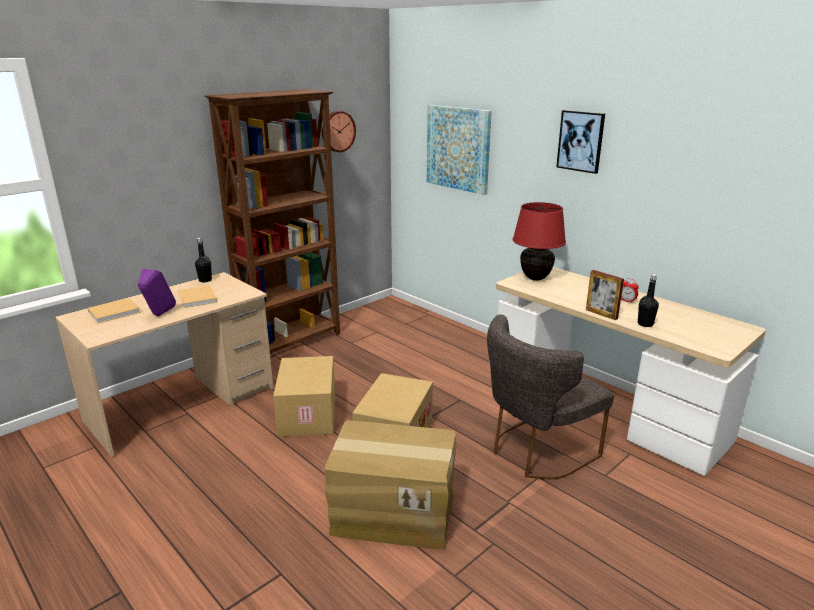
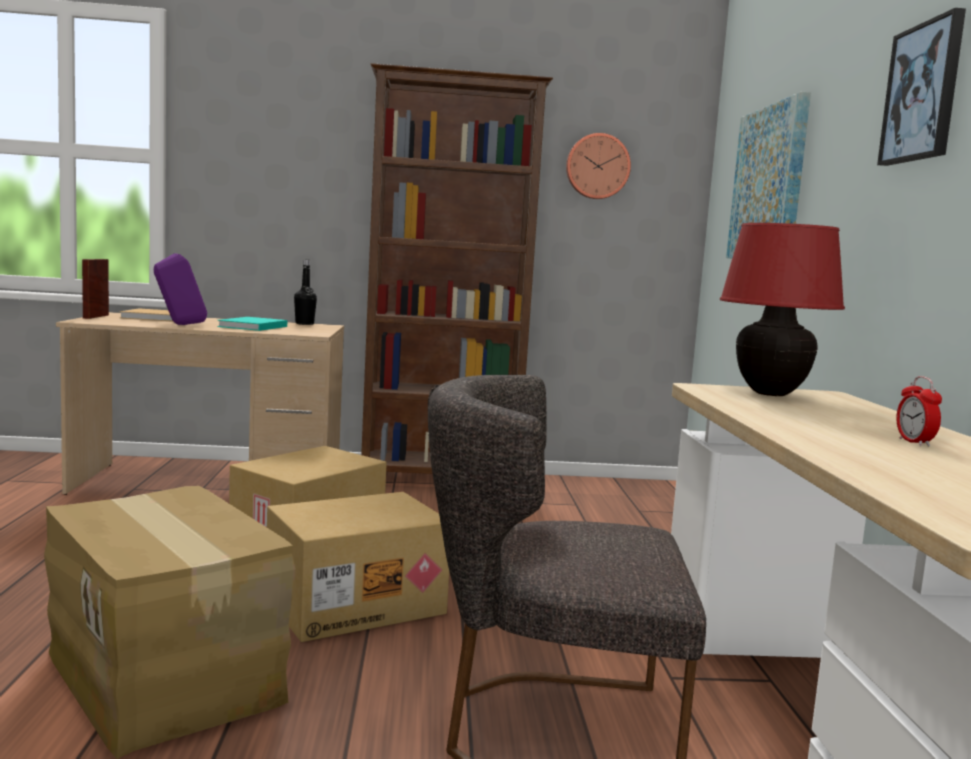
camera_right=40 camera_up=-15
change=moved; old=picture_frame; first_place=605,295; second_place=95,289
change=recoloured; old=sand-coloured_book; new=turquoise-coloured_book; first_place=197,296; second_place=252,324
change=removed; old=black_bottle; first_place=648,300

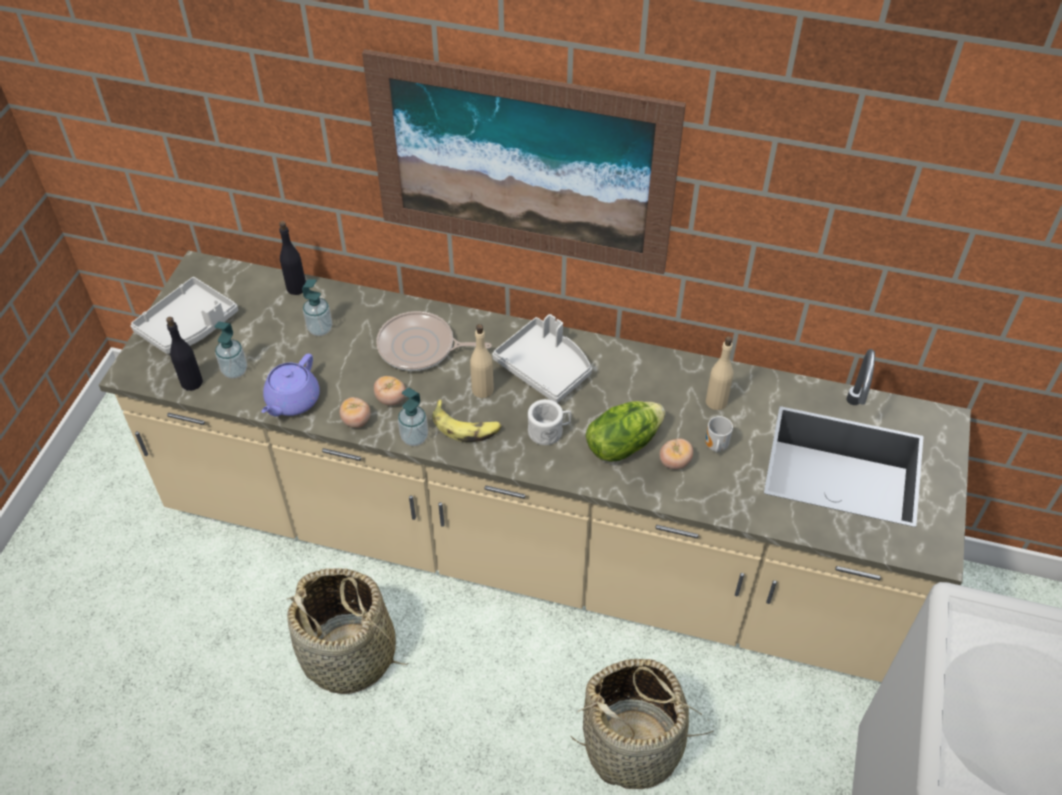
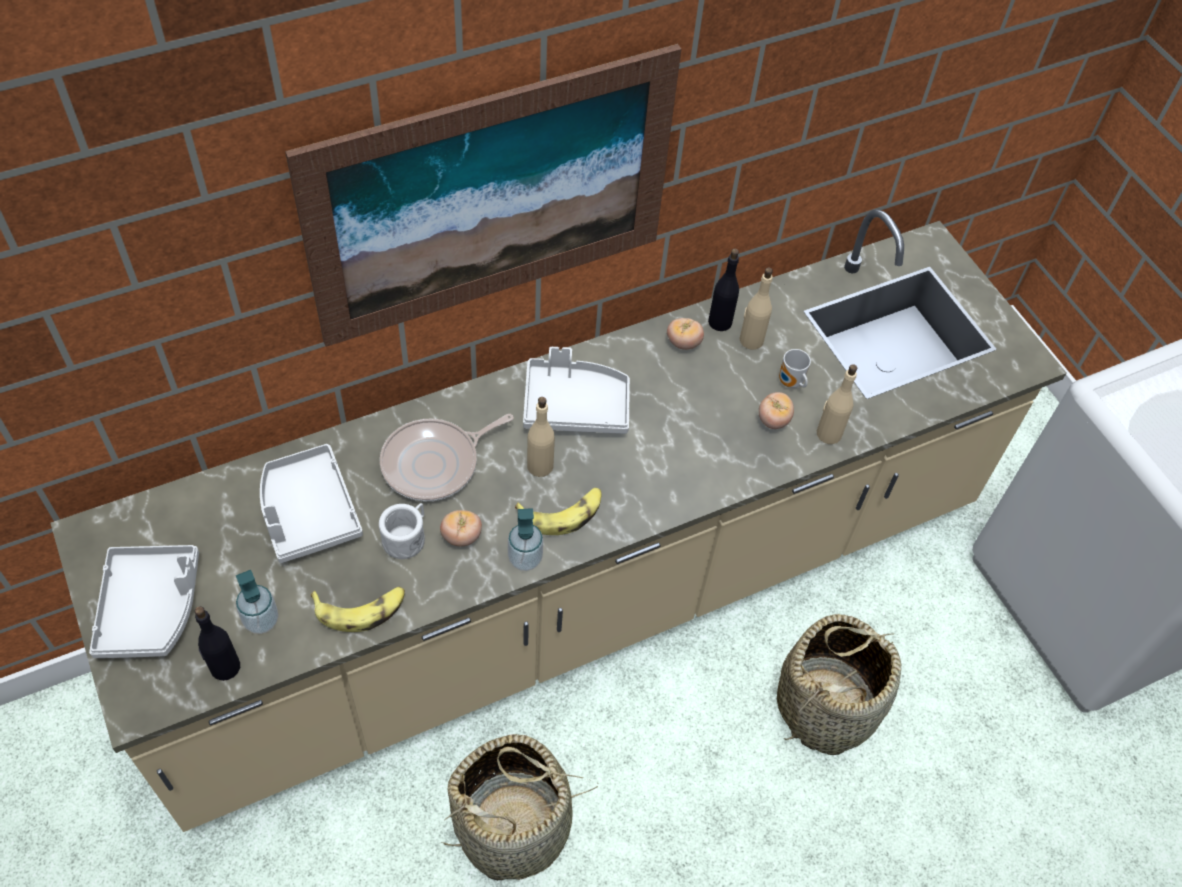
camera_right=-45 camera_up=5
change=replaced; old=liquid_soap_bottle; new=greyish_carrying_tray; first_place=317,307; second_place=311,503
change=replaced; old=purple_teapot; new=banana; first_place=291,384; second_place=358,609
change=moved; old=white_tea_mug; first_place=549,422; second_place=402,531
change=moved; old=tomato; first_place=355,412; second_place=685,334
change=moved; old=black_bottle; first_place=292,258; second_place=723,290
change=added; new=sand-coloured_bottle; second_place=837,404
change=removed; old=lettuce_head; first_place=625,431

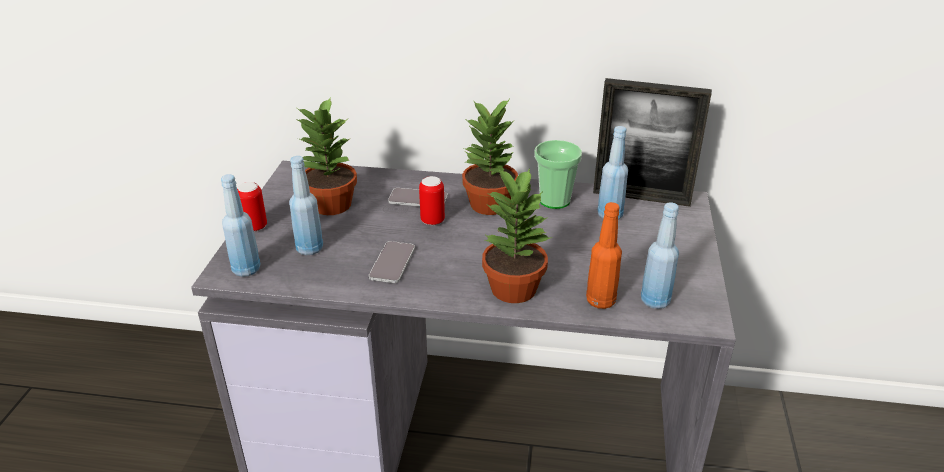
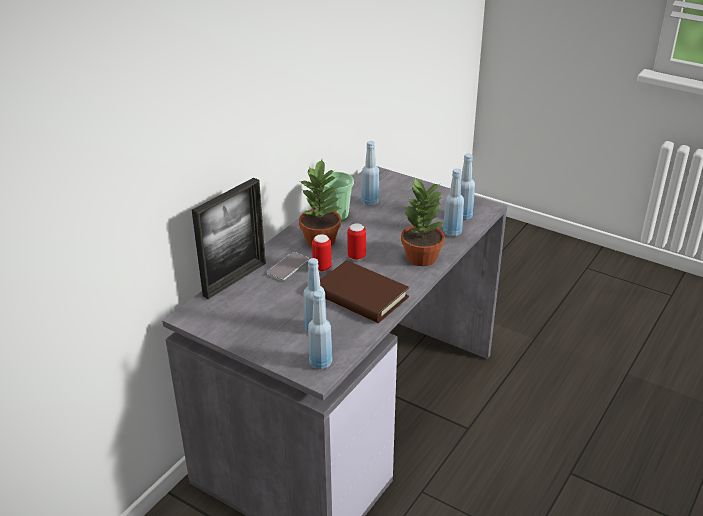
camera_right=-65 camera_up=0
change=moved; old=picture_frame; first_place=652,142; second_place=229,238
change=replaced; old=telephone; new=brownish_book; first_place=392,262; second_place=364,291
change=moved; old=can; first_place=252,207; second_place=356,241
change=recoloured; old=orangey_bottle; new=blue_bottle; first_place=604,255; second_place=453,203
change=removed; old=houseplant; first_place=326,155

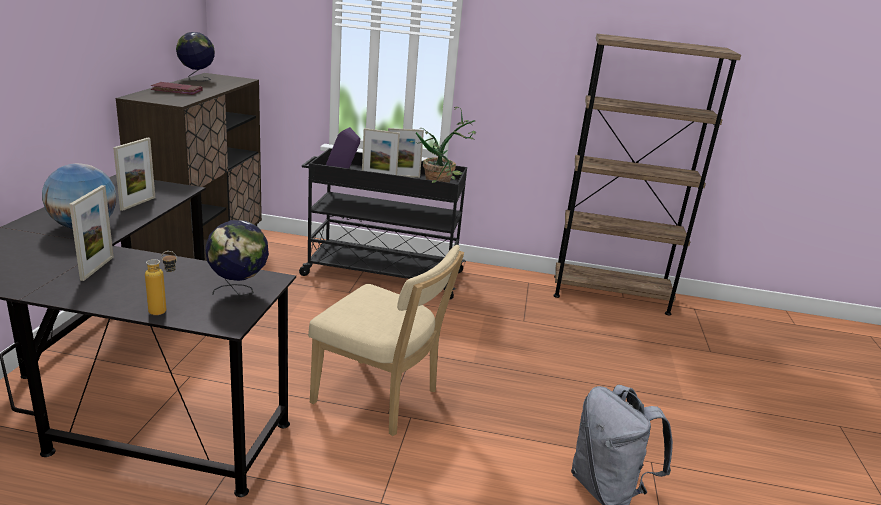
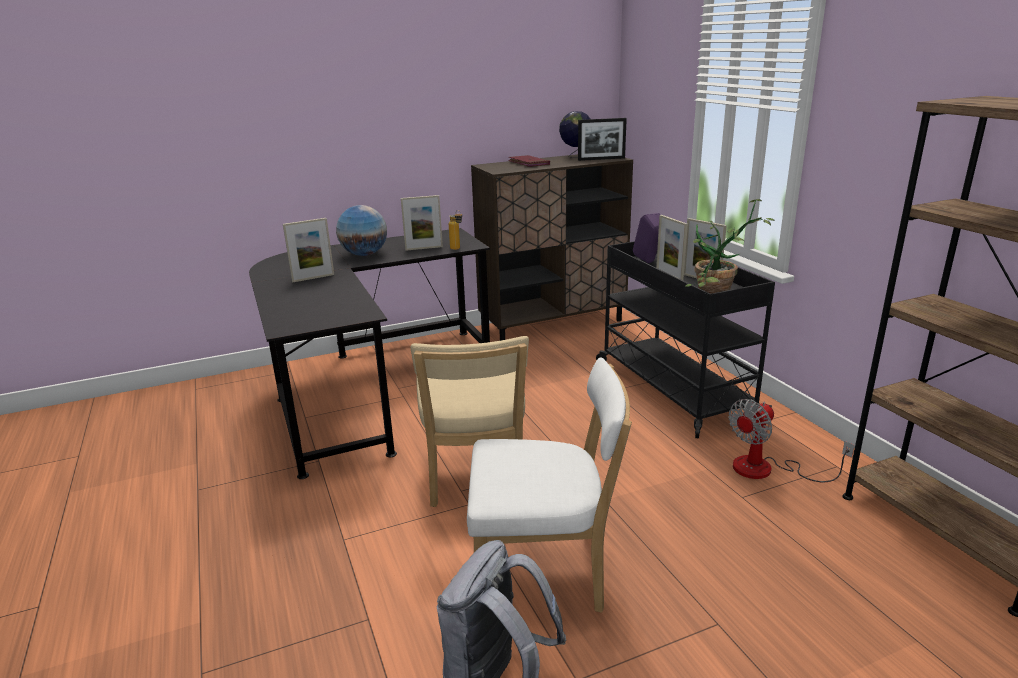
camera_right=60 camera_up=0
change=moved; old=bottle; first_place=161,283; second_place=455,230
change=added; new=white_chair; second_place=549,485
change=added; new=picture_frame; second_place=602,139
change=added; new=cooling_fan; second_place=791,440
change=removed; old=desk_globe; first_place=237,258

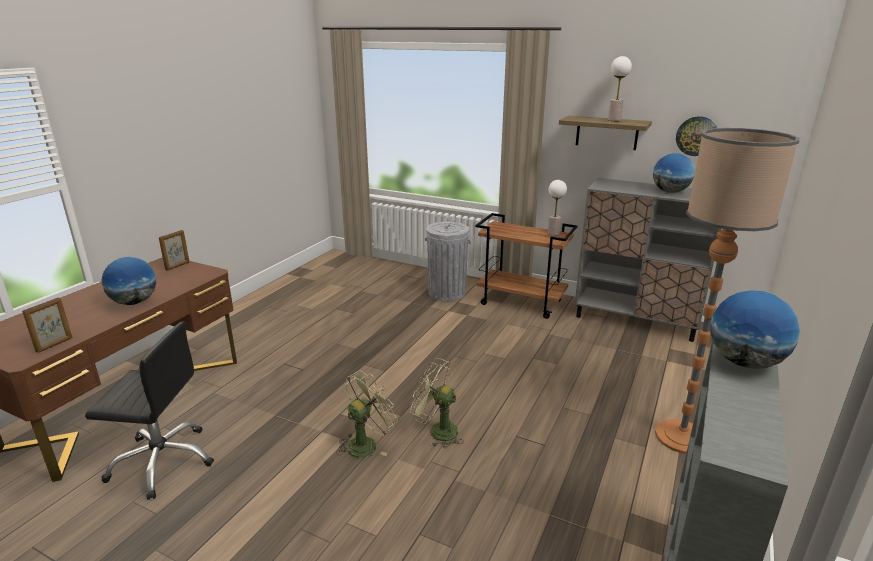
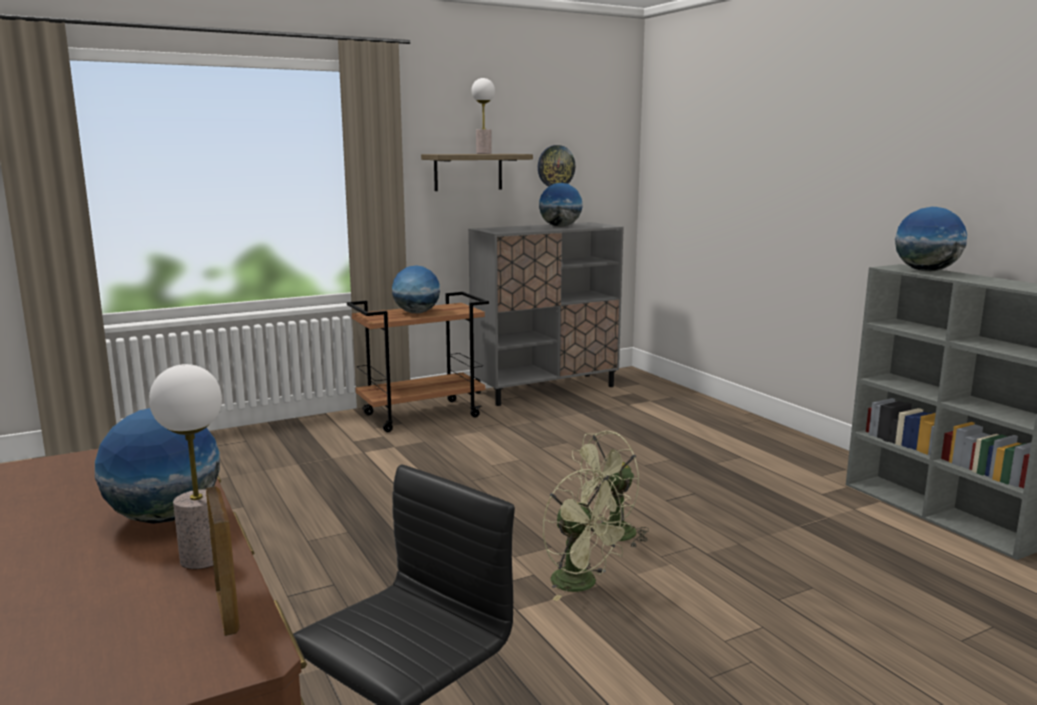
camera_right=-55 camera_up=-10
change=moved; old=table_lamp; first_place=557,208; second_place=185,466
change=added; new=desk_globe; second_place=416,289
change=turned; old=green_cooling_fan; first_place=367,413; second_place=588,535; degrees=150
change=removed; old=picture_frame; first_place=174,250
change=removed; old=greyish_rubbish_bin; first_place=448,261
change=removed; old=standing_lamp; first_place=727,291

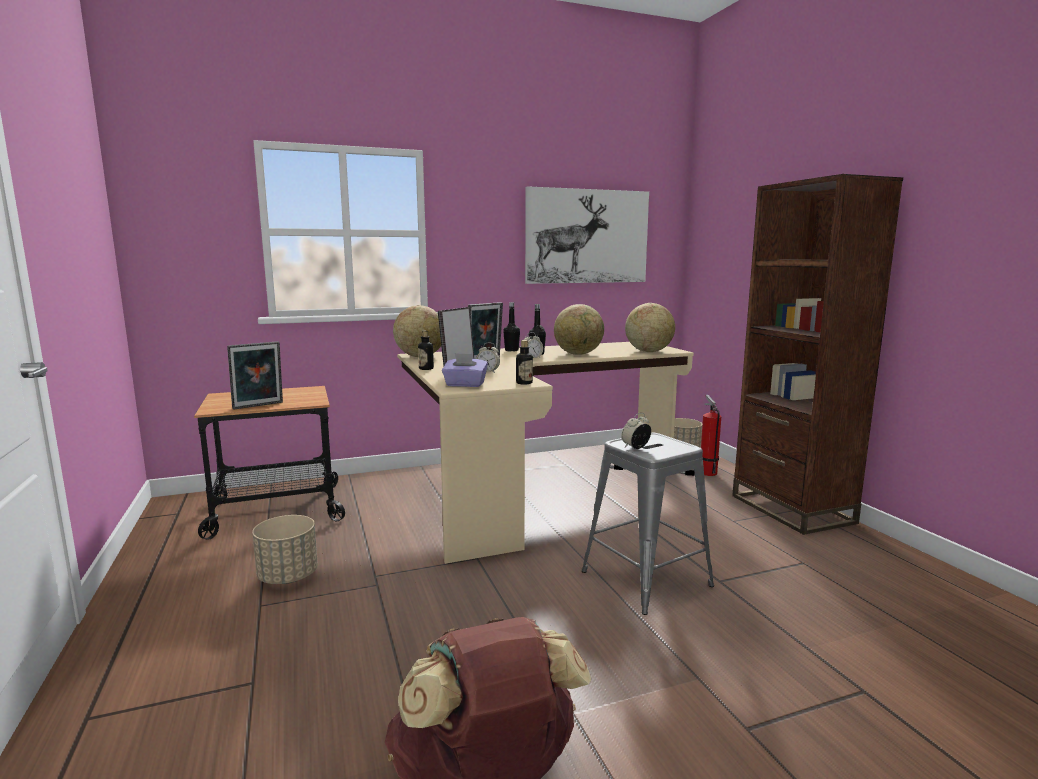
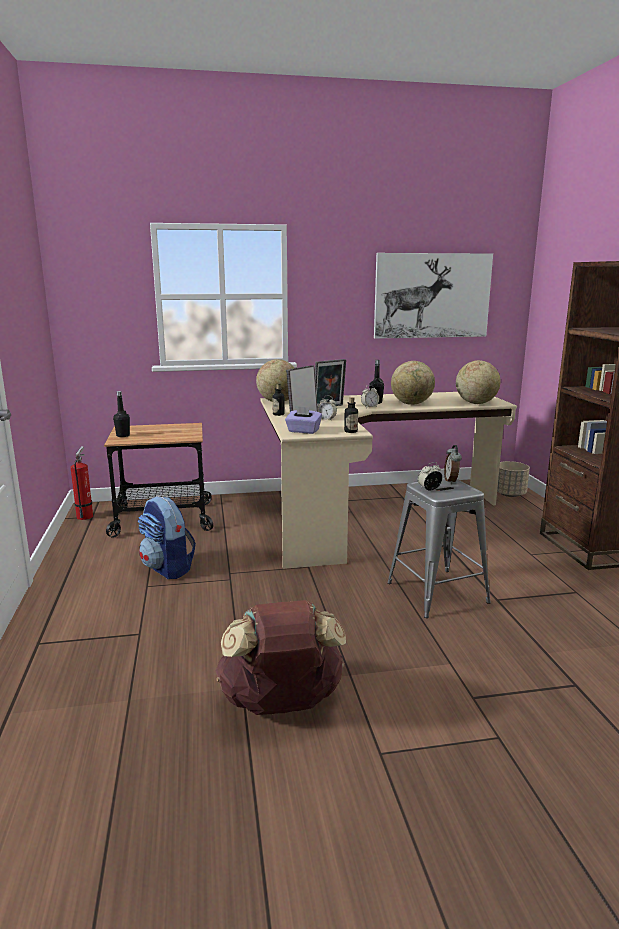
camera_right=10 camera_up=5
change=moved; old=extinguisher; first_place=711,435; second_place=82,483
change=moved; old=black_bottle; first_place=511,327; second_place=121,414
change=replaced; old=sand-coloured_planter; new=backpack; first_place=285,549; second_place=167,537
change=added; new=table_clock; second_place=453,464
change=removed; old=picture_frame; first_place=255,375

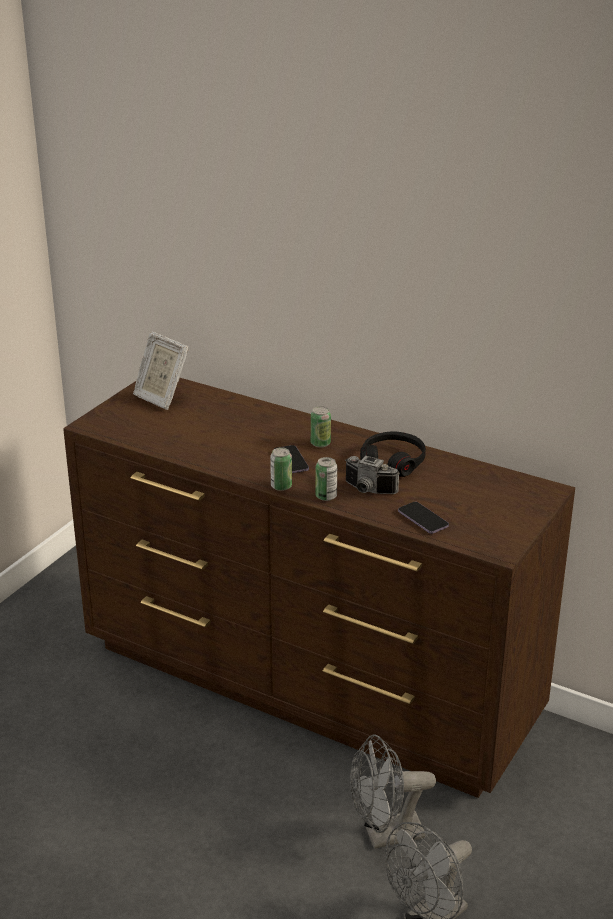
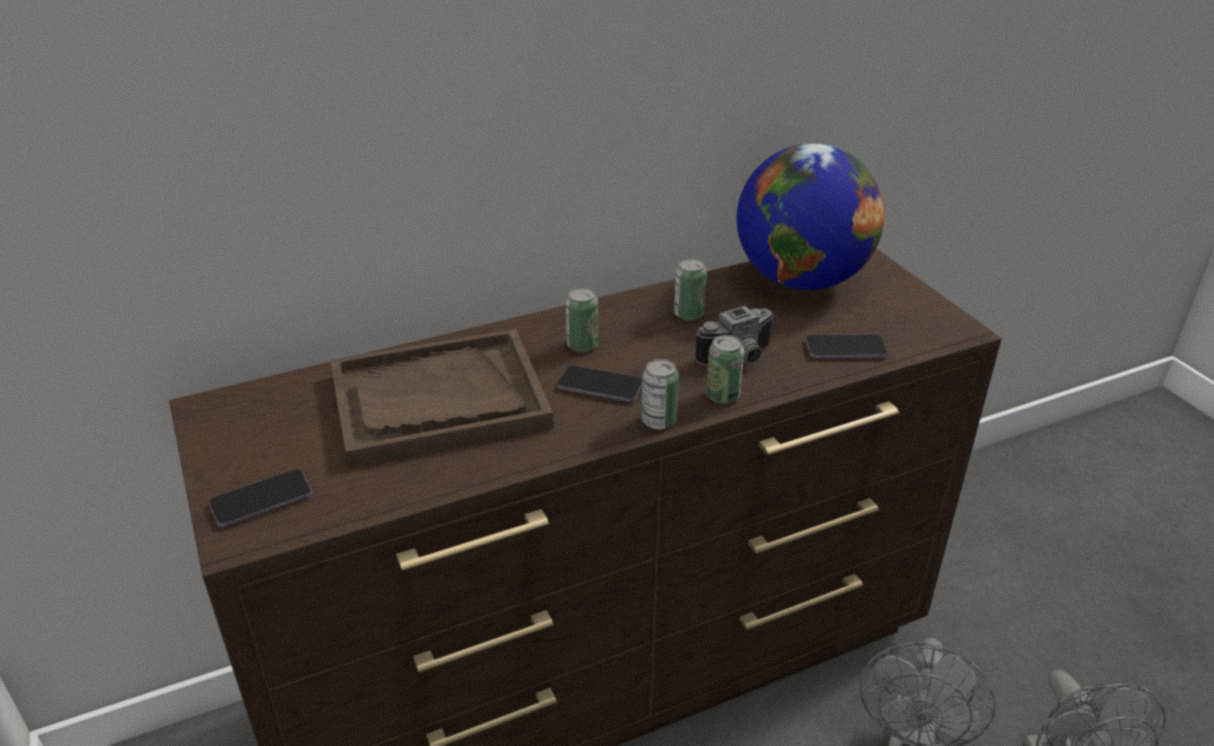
camera_right=-55 camera_up=5
change=added; new=telephone; second_place=260,498
change=added; new=brownish_carrying_tray; second_place=442,398
change=replaced; old=black_headset; new=can; first_place=393,454; second_place=690,289
change=added; new=desk_globe; second_place=810,216
change=removed; old=picture_frame; first_place=161,371

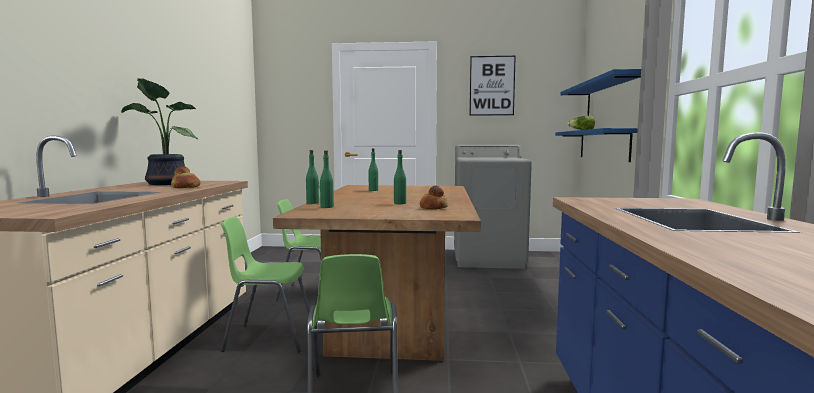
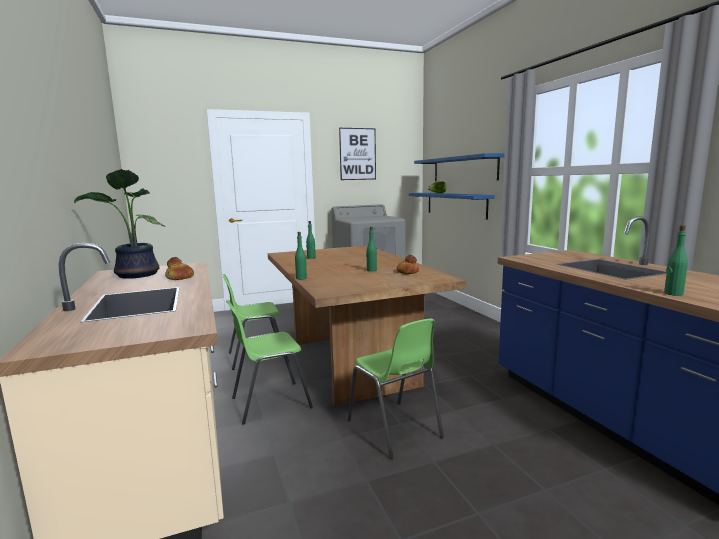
camera_right=-25 camera_up=5
change=moved; old=green_bottle; first_place=327,179; second_place=676,260

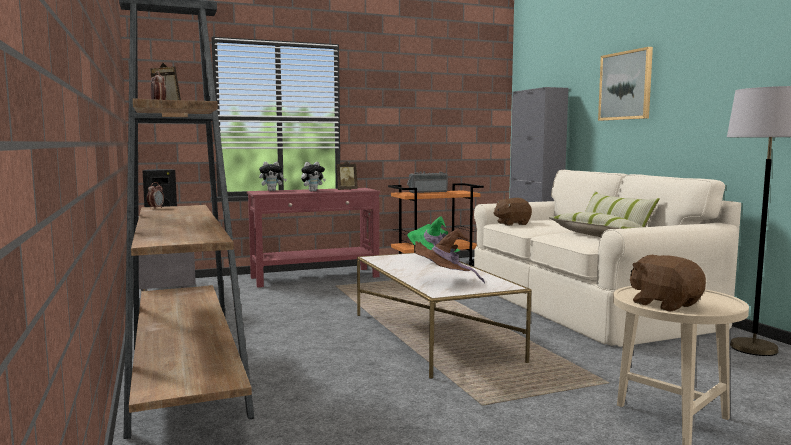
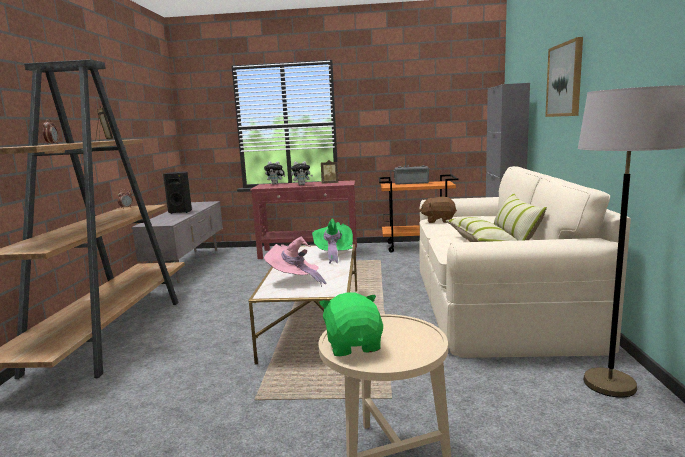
camera_right=25 camera_up=5
change=recoloured; old=brownish_hat; new=pinkish_hat; first_place=450,256; second_place=295,261
change=recoloured; old=brownish_soft_toy; new=green_soft_toy; first_place=668,283; second_place=351,324

